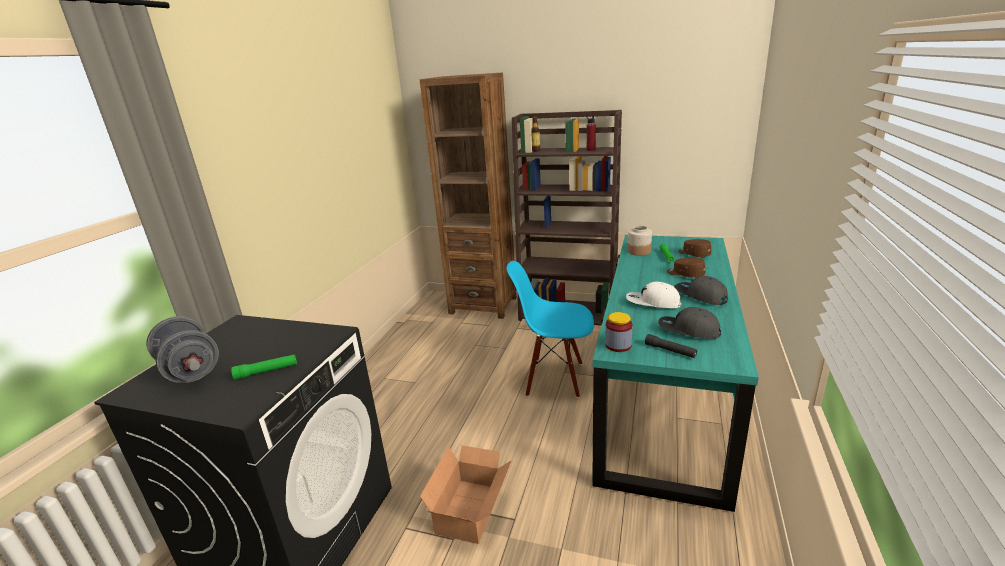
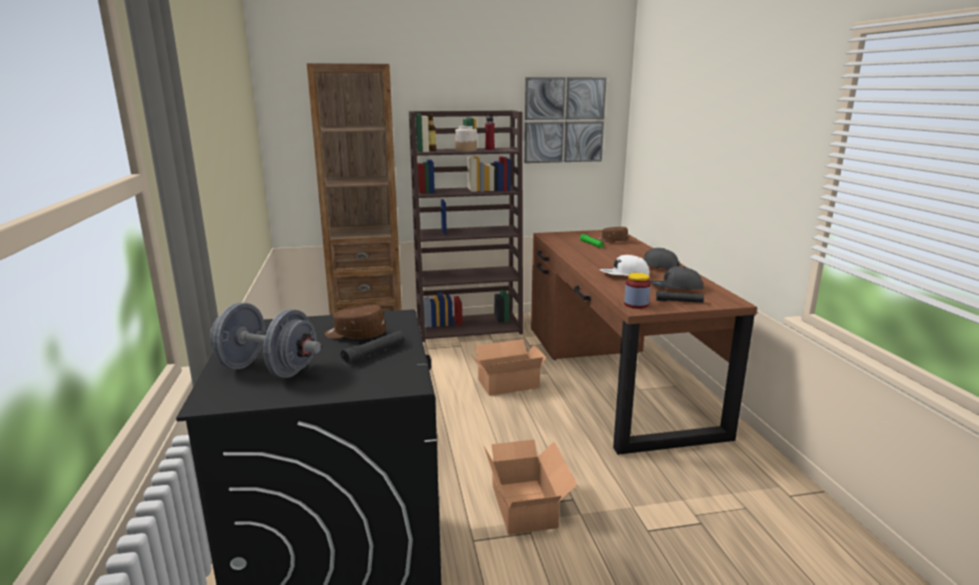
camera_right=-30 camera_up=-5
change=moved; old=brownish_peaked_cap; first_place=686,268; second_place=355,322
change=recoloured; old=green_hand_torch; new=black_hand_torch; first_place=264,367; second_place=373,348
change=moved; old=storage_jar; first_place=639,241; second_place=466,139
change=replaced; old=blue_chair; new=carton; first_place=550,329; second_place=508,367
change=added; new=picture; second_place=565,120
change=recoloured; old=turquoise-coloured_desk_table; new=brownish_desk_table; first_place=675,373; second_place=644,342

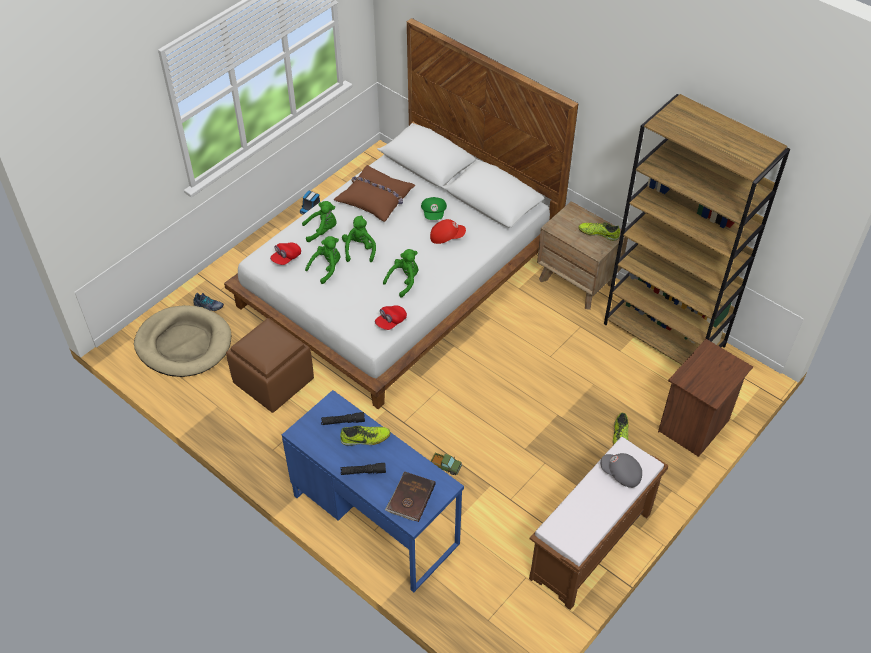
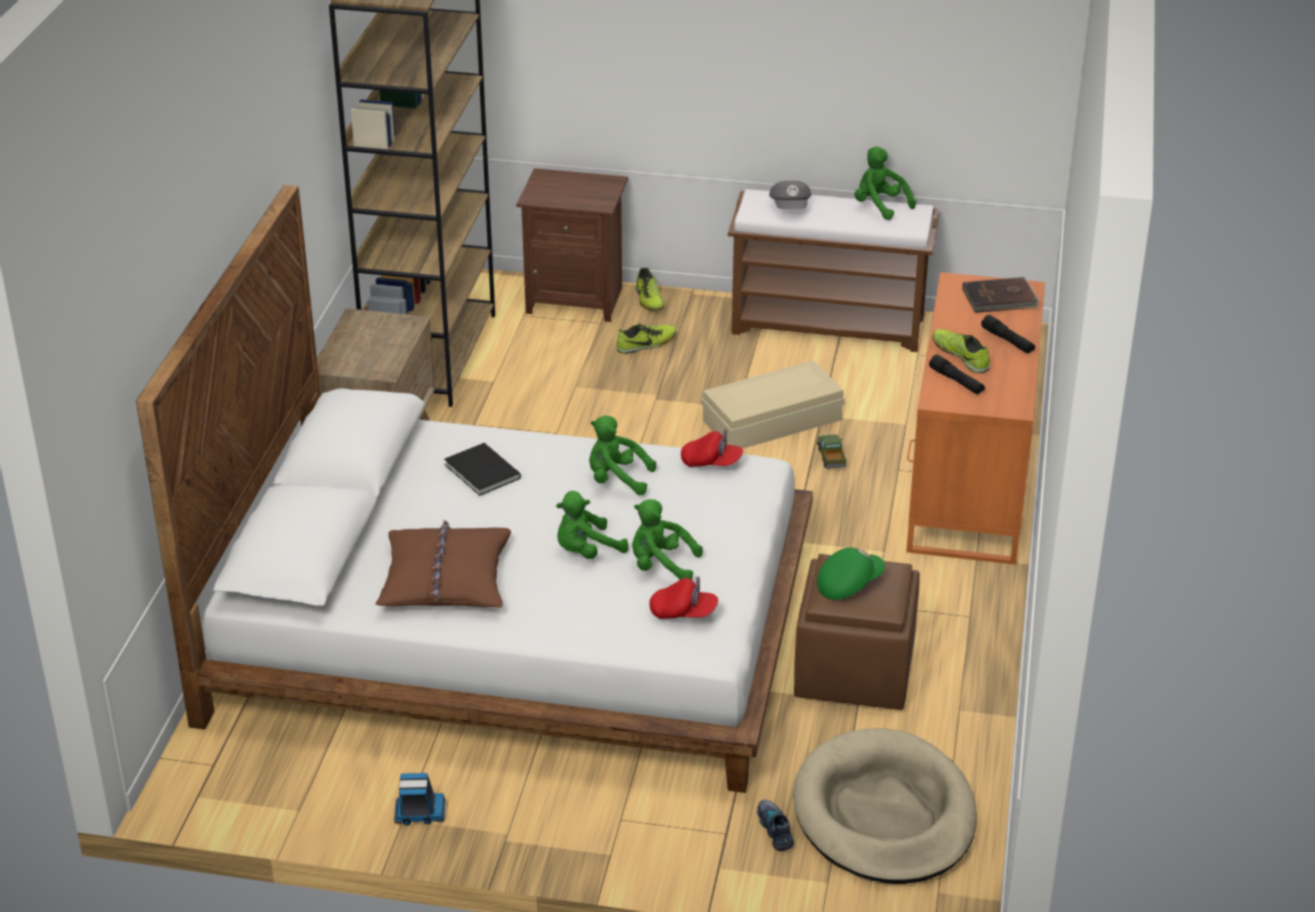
camera_right=-120 camera_up=-15
change=replaced; old=red-coloured_peaked_cap; new=black_book; first_place=448,231; second_place=482,469
change=moved; old=shoe; first_place=599,231; second_place=650,289
change=added; new=sand-coloured_storage_bin; second_place=773,405
change=moved; old=green_peaked_cap; first_place=434,208; second_place=851,574
change=moved; old=green_soft_toy; first_place=319,221; second_place=885,183
change=recoloured; old=blue_desk_table; new=orangey_desk_table; first_place=373,491; second_place=975,418

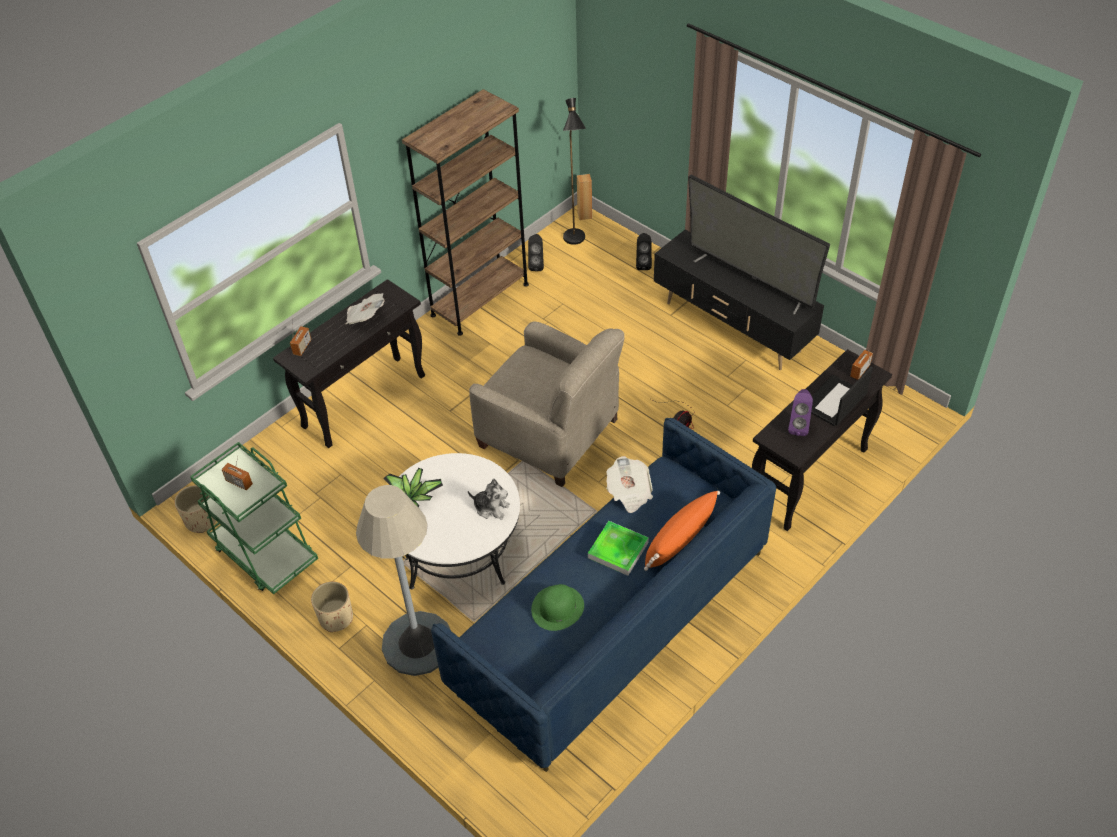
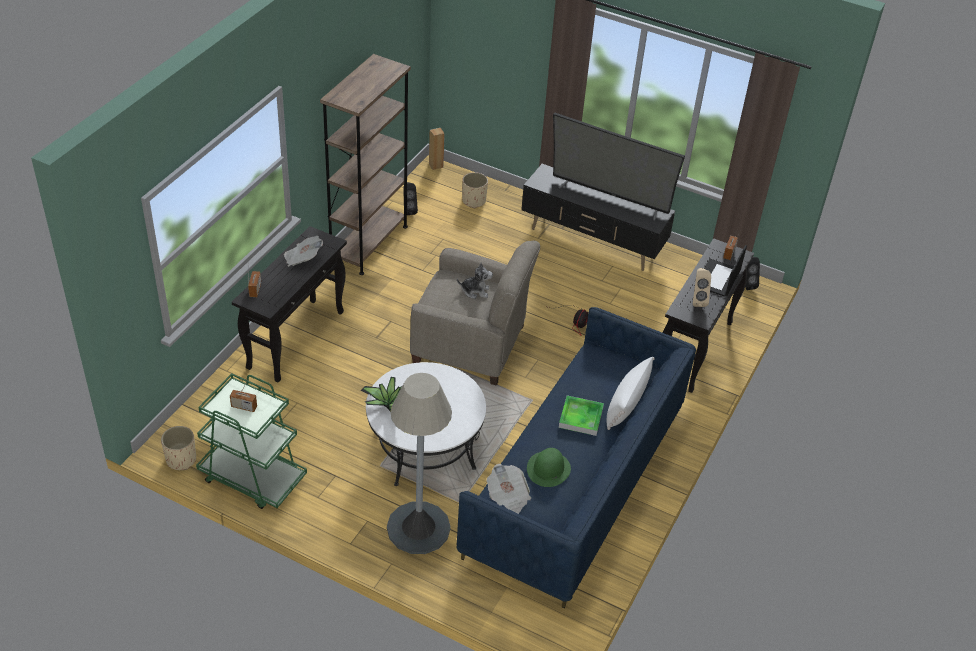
camera_right=-20 camera_up=-5
change=moved; old=soft_toy; first_place=489,499; second_place=475,281
change=moved; old=sand-coloured_planter; first_place=332,607; second_place=475,190
change=moved; old=daily_paper; first_place=629,484; second_place=509,489
change=recoloured; old=orangey_cushion; new=white_cushion; first_place=682,531; second_place=631,393
change=recoloured; old=purple_audio_speaker; new=sand-coloured_audio_speaker; first_place=800,412; second_place=702,287
change=moved; old=black_audio_speaker; first_place=644,251; second_place=752,273
change=removed; old=black_standing_lamp; first_place=574,171

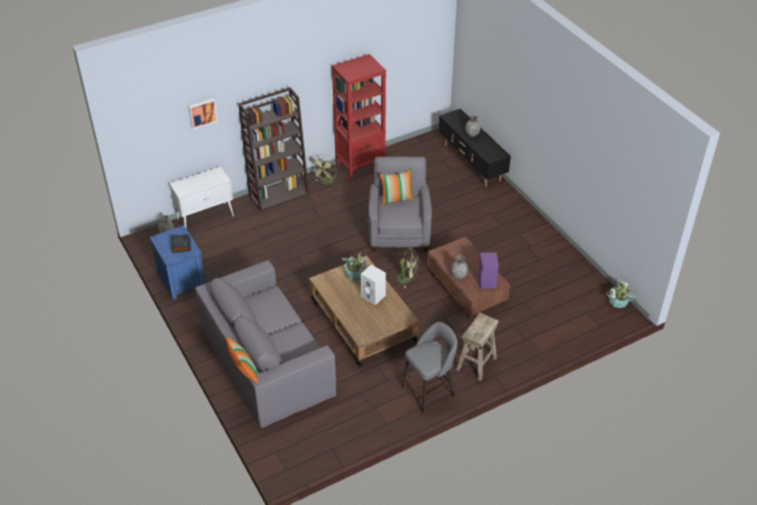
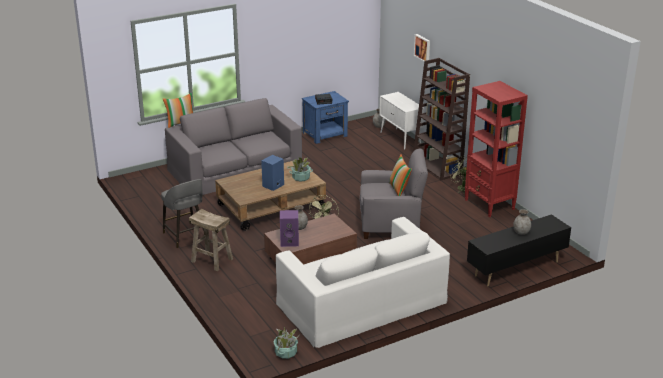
camera_right=90 camera_up=-15
change=recoloured; old=white_audio_speaker; new=blue_audio_speaker; first_place=373,285; second_place=272,173
change=added; new=white_settee; second_place=363,282

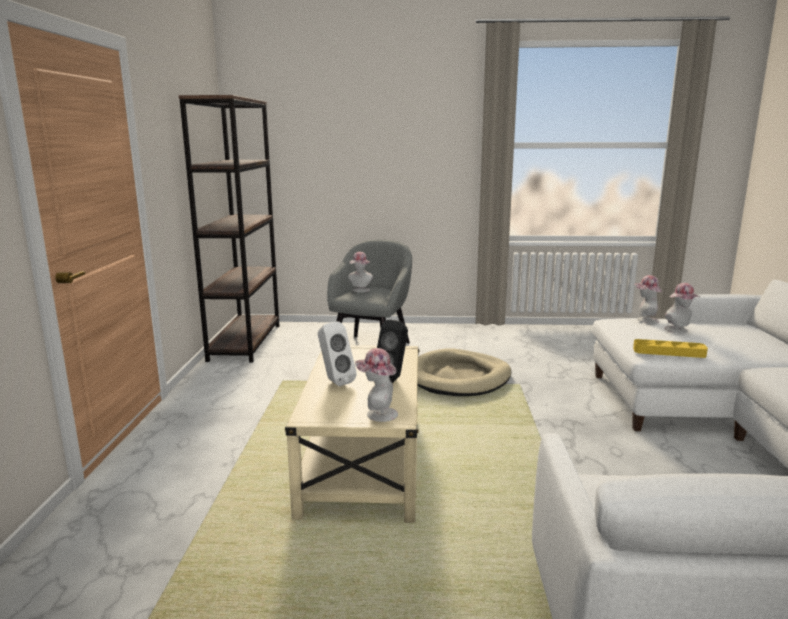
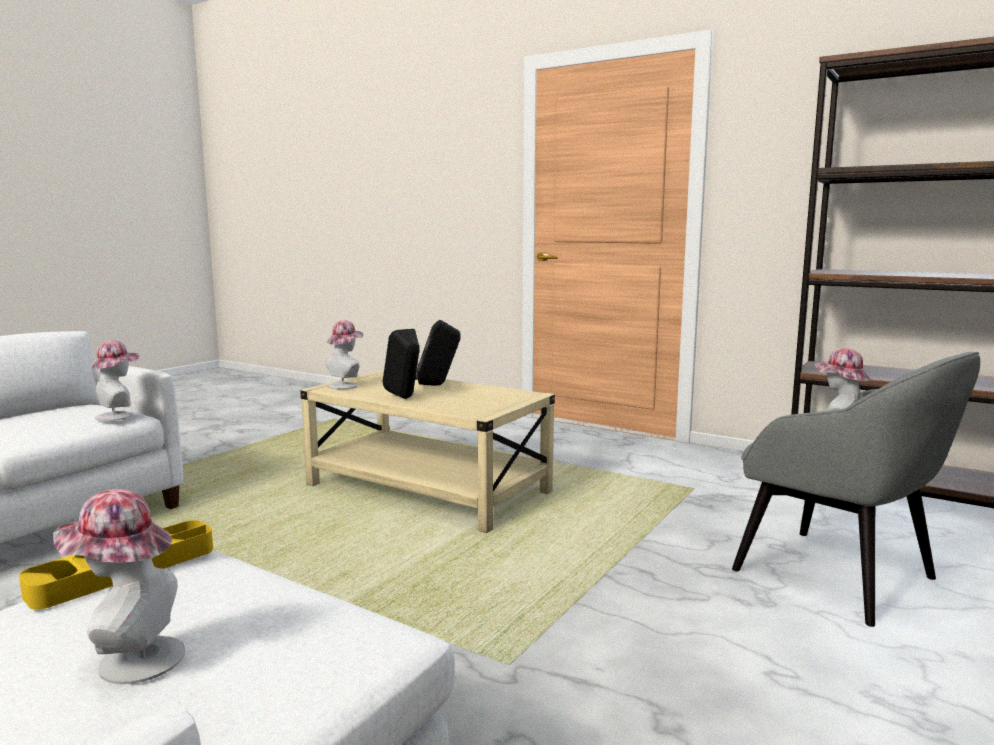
camera_right=120 camera_up=-5
change=moved; old=hat; first_place=648,299; second_place=114,381
change=recoloured; old=white_audio_speaker; new=black_audio_speaker; first_place=337,353; second_place=438,353
change=removed; old=sand-coloured_pet_bed; first_place=464,372

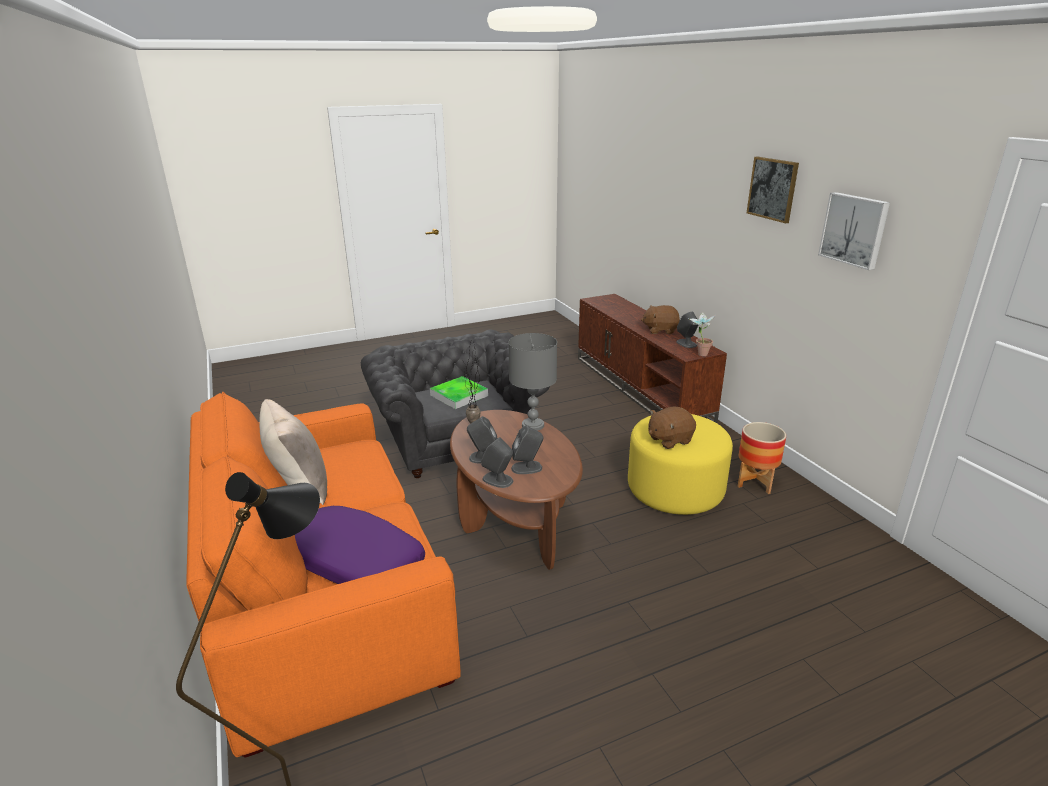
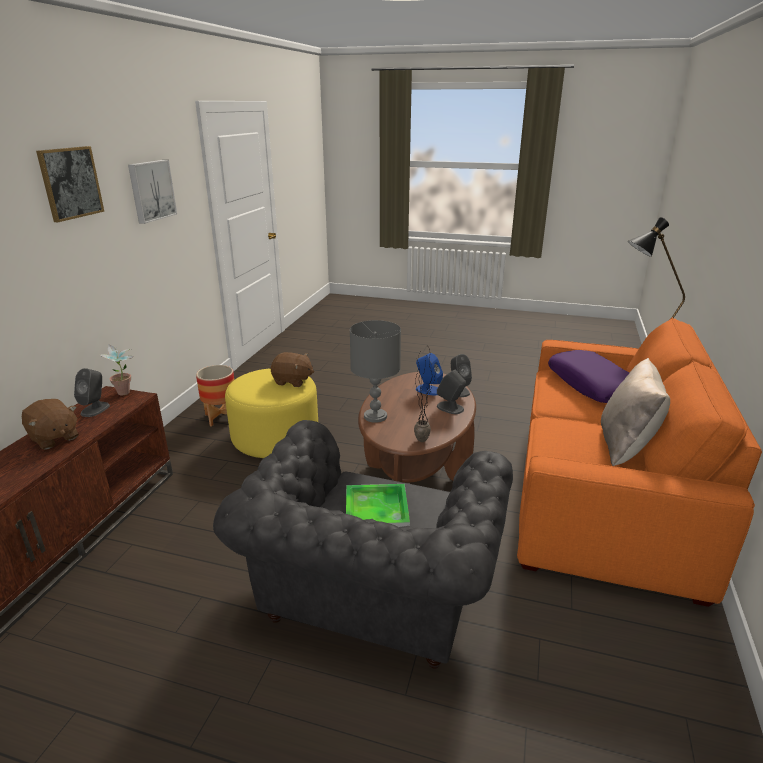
camera_right=-140 camera_up=0
change=recoloured; old=greyish_audio_speaker; new=blue_audio_speaker; first_place=527,450; second_place=429,374

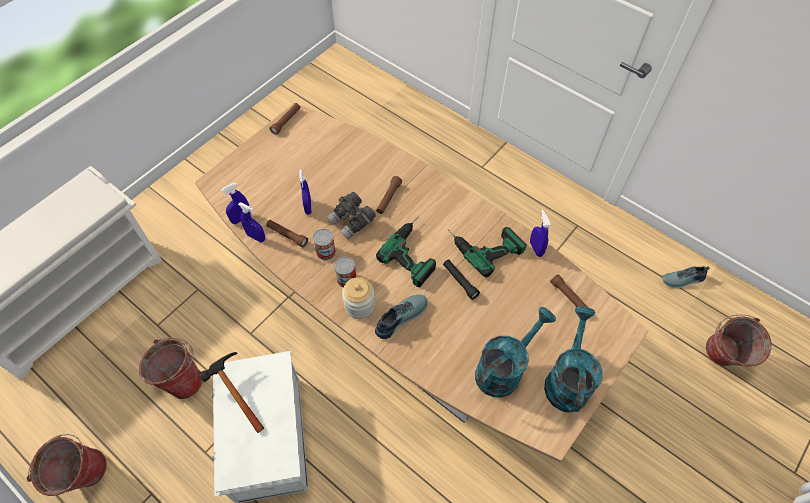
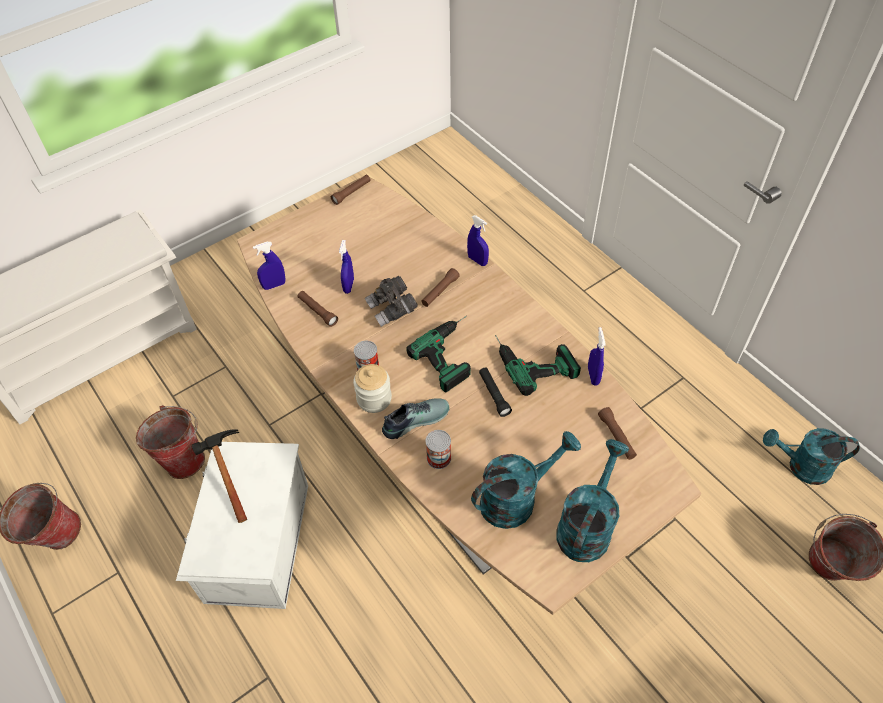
camera_right=15 camera_up=-5
change=moved; old=can; first_place=324,244; second_place=438,449
change=moved; old=blue_spray_bottle; first_place=251,222; second_place=478,240
change=replaced; old=shoe; new=turquoise-coloured_watering_pot; first_place=685,277; second_place=811,456

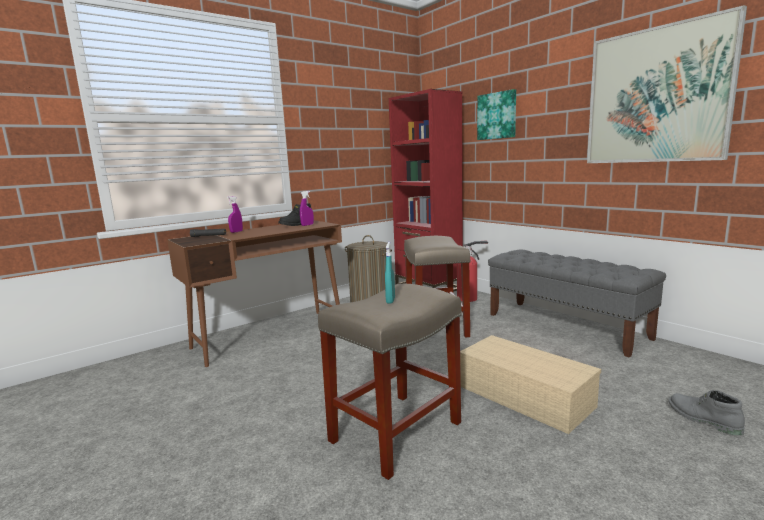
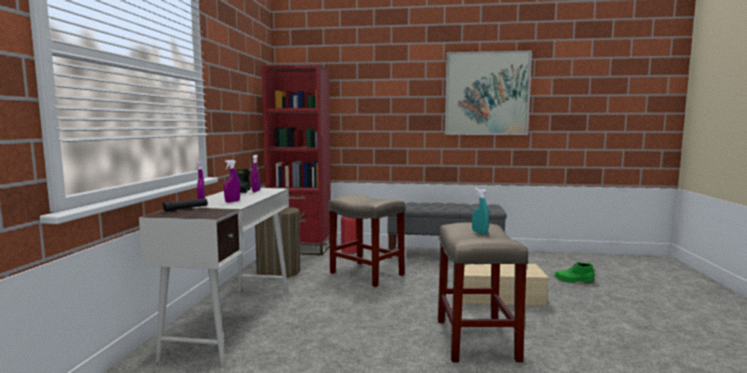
camera_right=-45 camera_up=-5
change=recoloured; old=brownish_desk_table; new=white_desk_table; first_place=254,293; second_place=214,277
change=added; new=purple_spray_bottle; second_place=232,181
change=recoloured; old=greyish_tall_boot; new=green_tall_boot; first_place=707,412; second_place=574,272
change=removed; old=picture; first_place=496,114

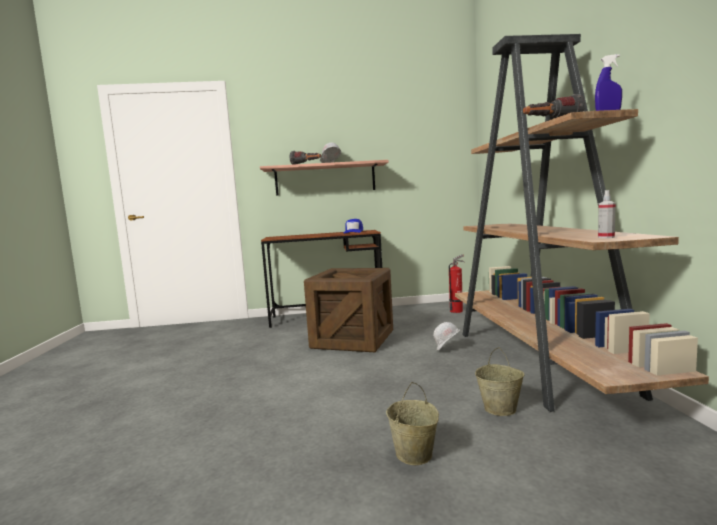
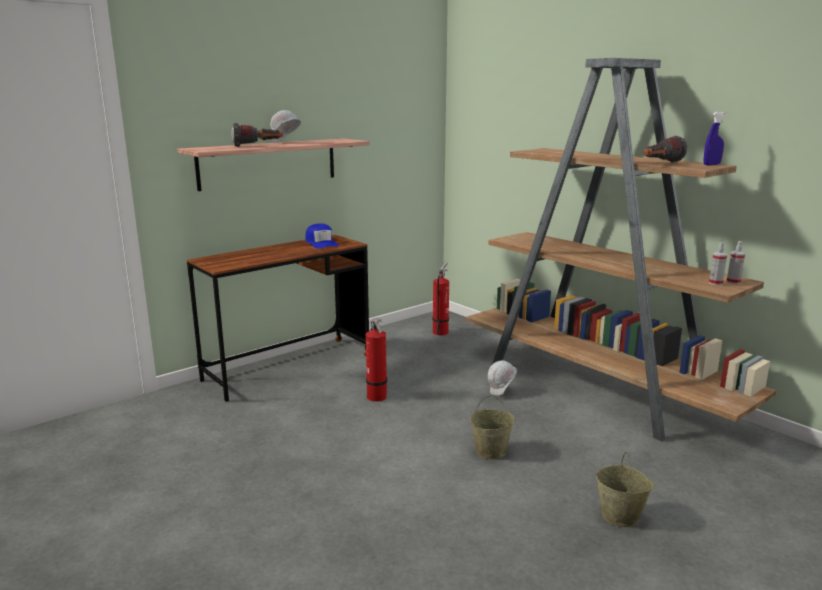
camera_right=-35 camera_up=10
change=replaced; old=shipping_crate; new=extinguisher; first_place=348,310; second_place=376,360
change=moved; old=sand-coloured_bucket; first_place=499,381; second_place=492,427
change=added; new=spray_bottle; second_place=736,262

